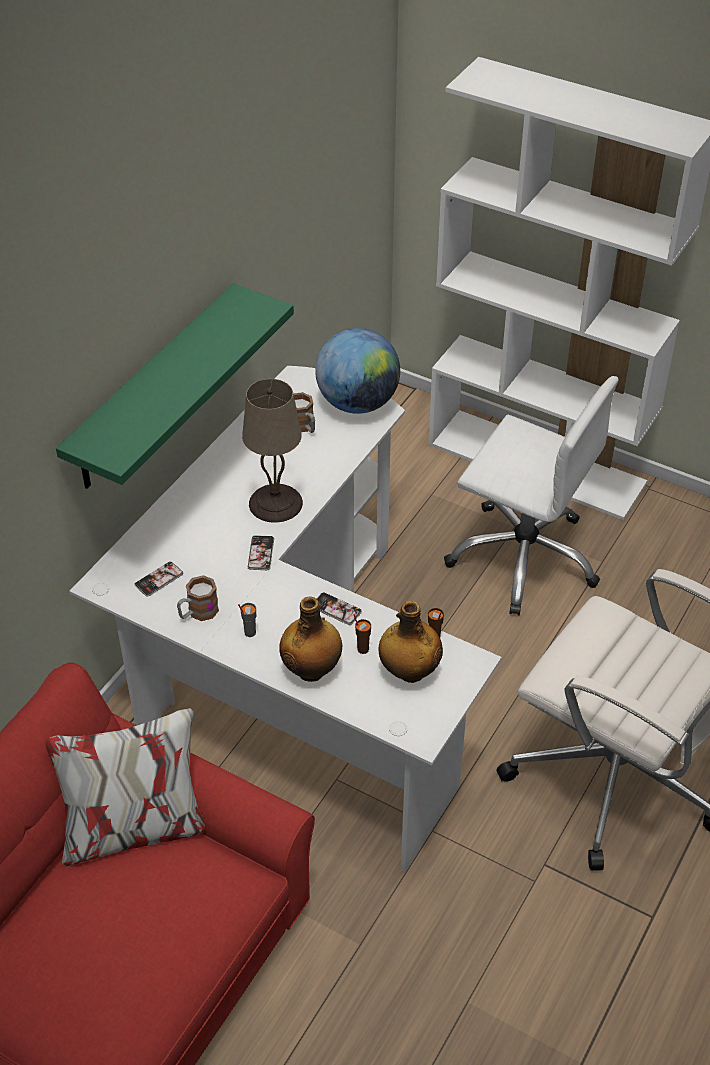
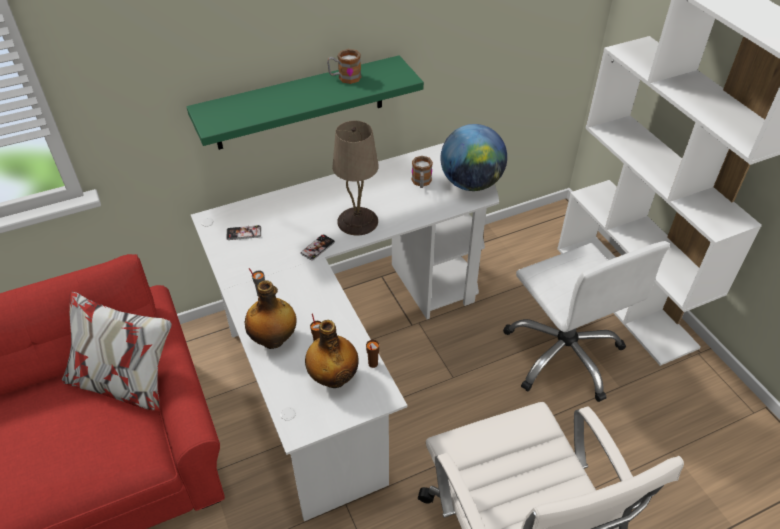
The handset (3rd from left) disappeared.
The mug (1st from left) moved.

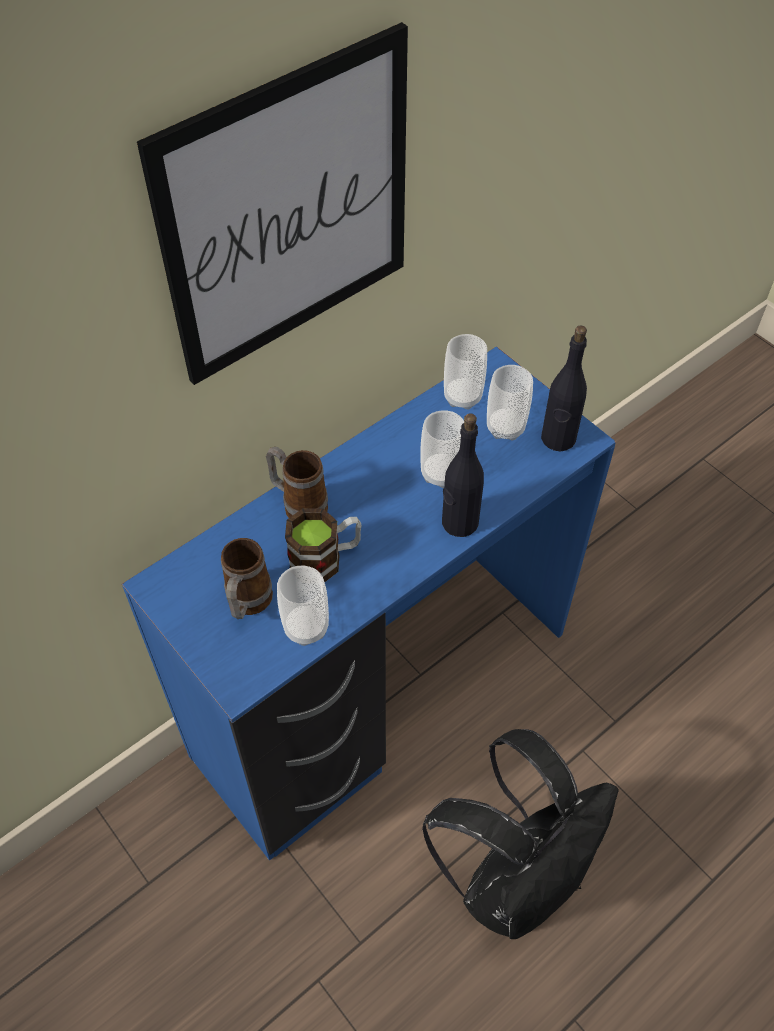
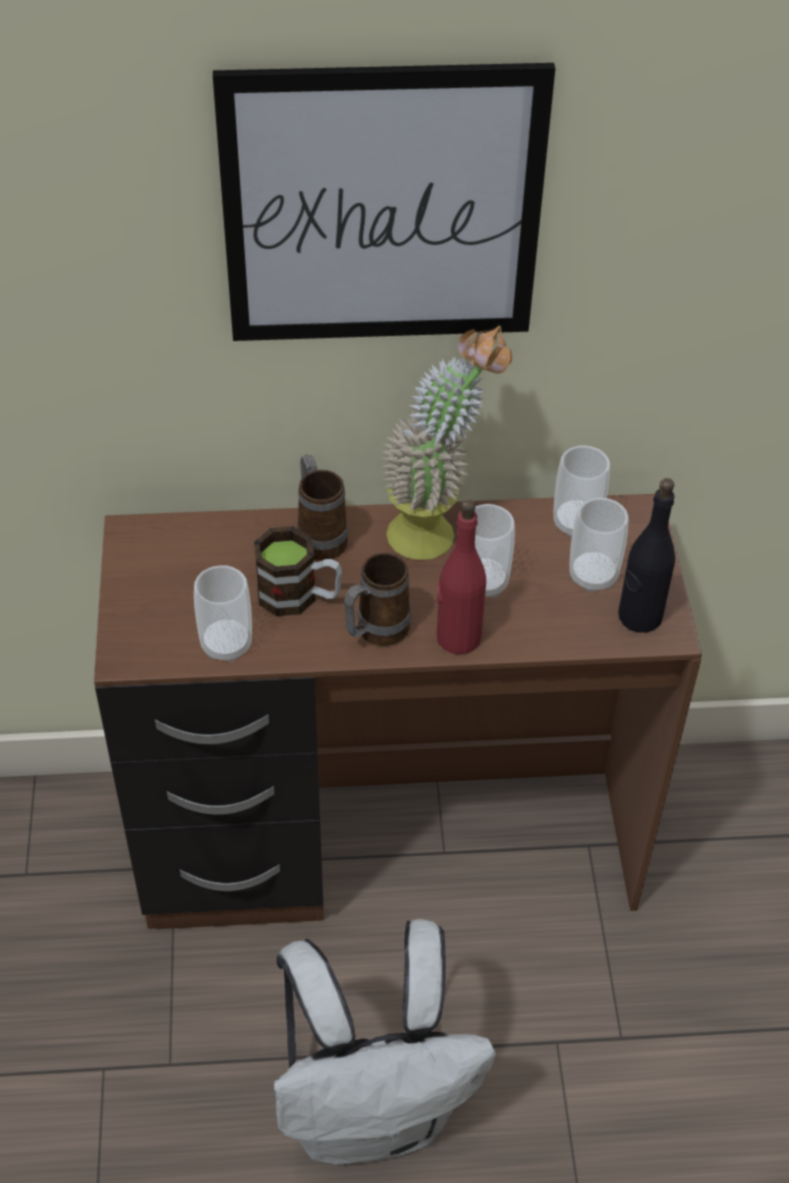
The potted plant appeared.
The mug (1st from left in the first image) moved.
The desk in blue-coloured became the desk in brownish.
The knapsack in black became the knapsack in whitish.
The bottle in black (1st from left) became the bottle in red.

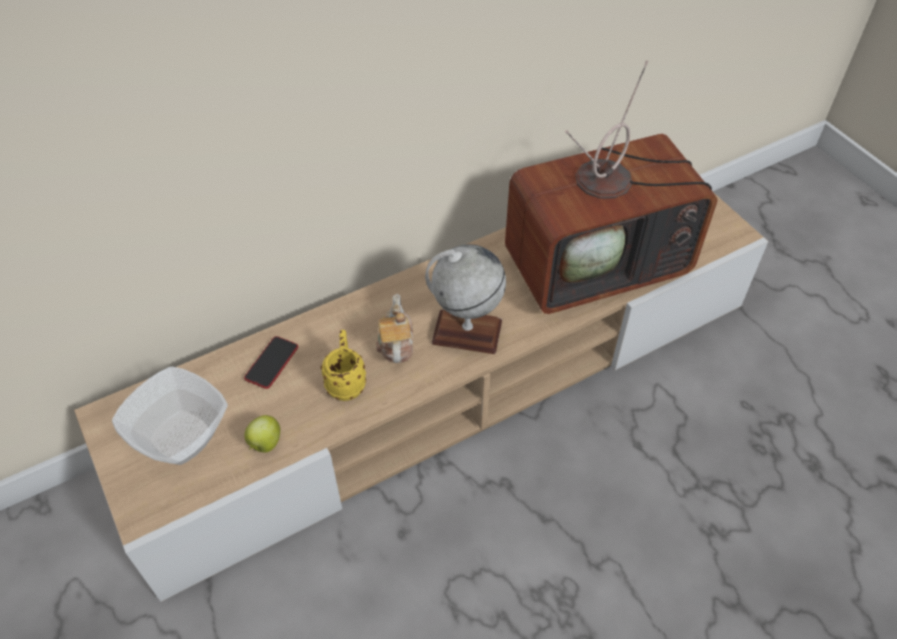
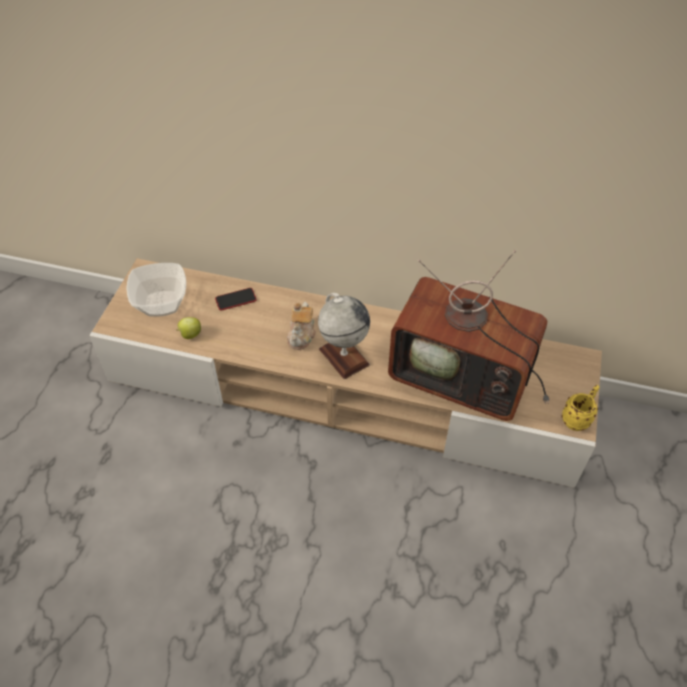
The mug in yellow-coloured moved.
The teapot turned 150 degrees clockwise.

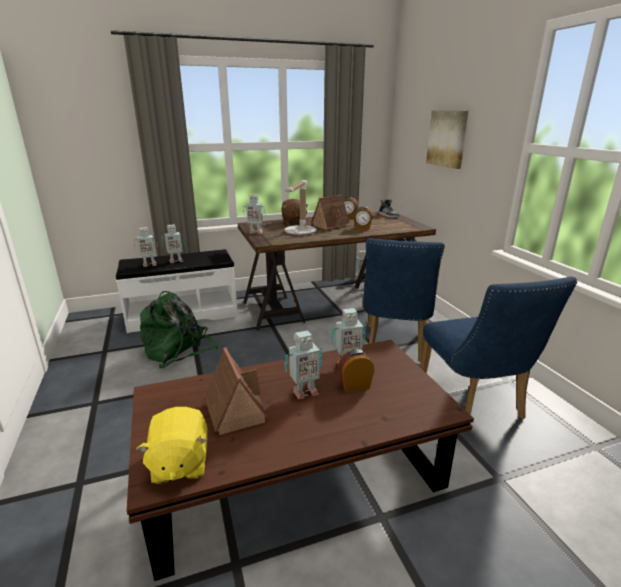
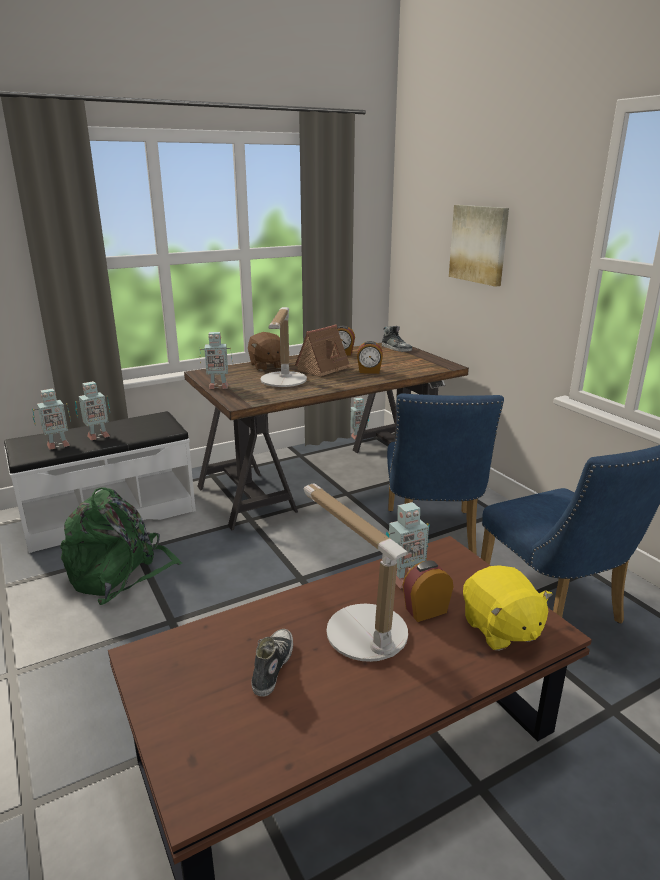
The soft toy in yellow-coloured moved.
The toy house (1st from left) was replaced by the item of footwear (1st from left).
The robot figure (4th from left) was replaced by the table lamp (2nd from left).

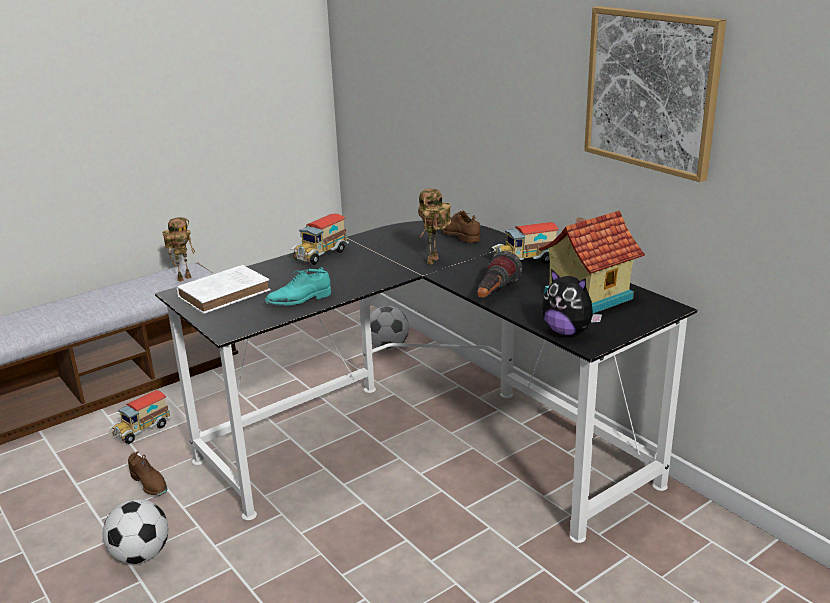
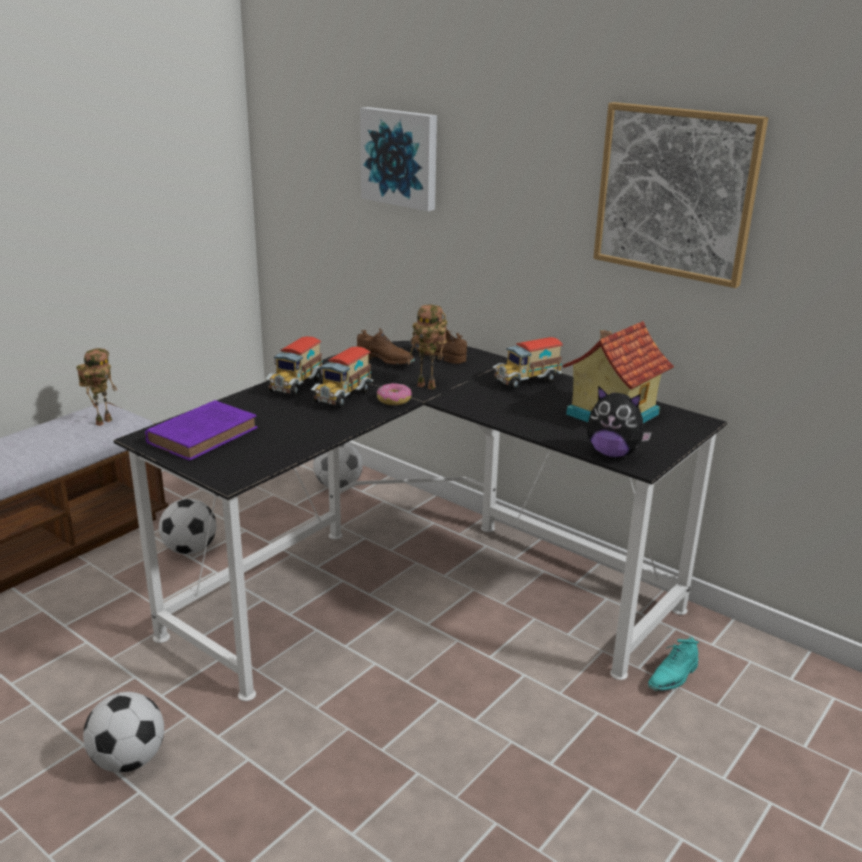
The flashlight disappeared.
The football ball (2nd from left) appeared.
The wall picture (1st from left) appeared.
The ring doughnut appeared.
The toy truck (1st from left in the first image) moved.
The item of footwear in brownish (1st from left) moved.
The item of footwear in turquoise moved.
The volume in whitish became the volume in purple-coloured.
The robot figure (2nd from left) turned 75 degrees counterclockwise.

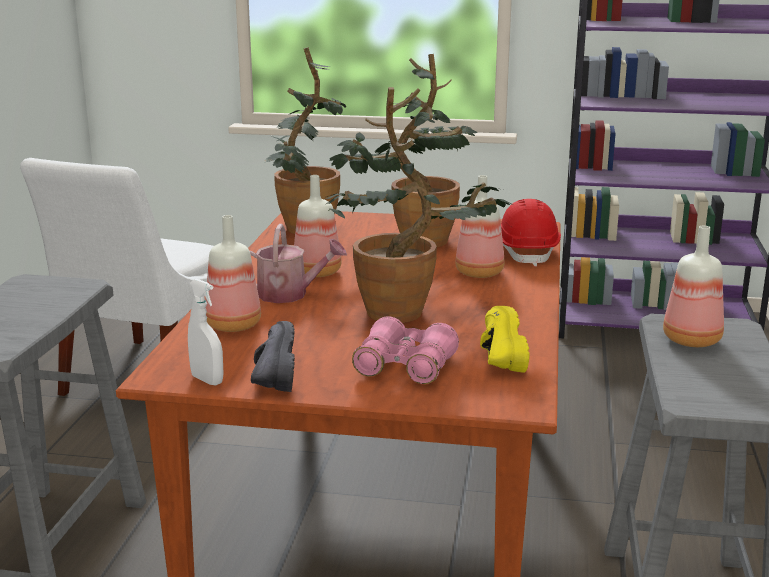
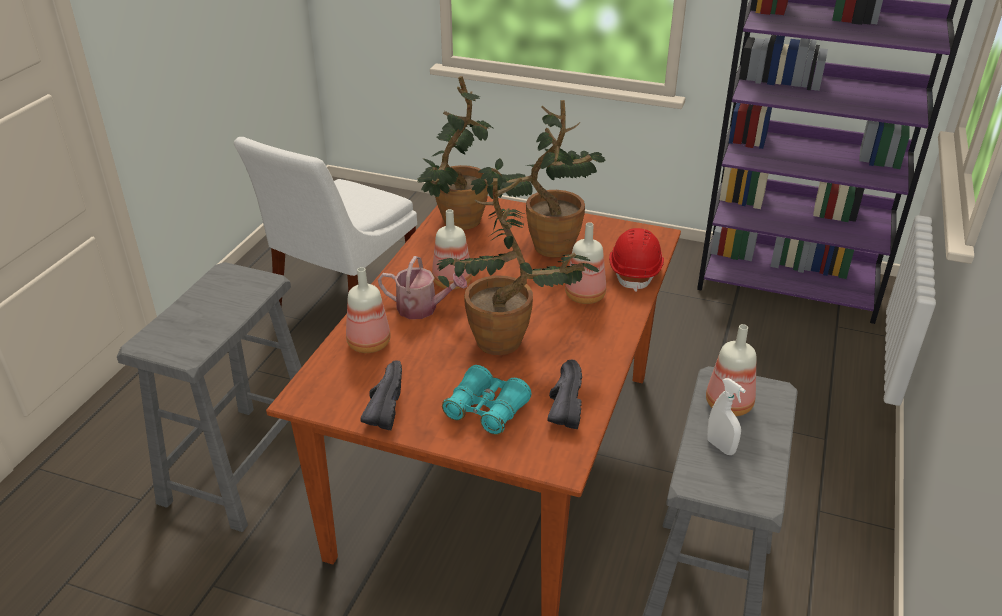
The sprayer in whitish moved.
The binoculars in pink-coloured became the binoculars in turquoise.
The item of footwear in yellow-coloured became the item of footwear in black (2nd from left).

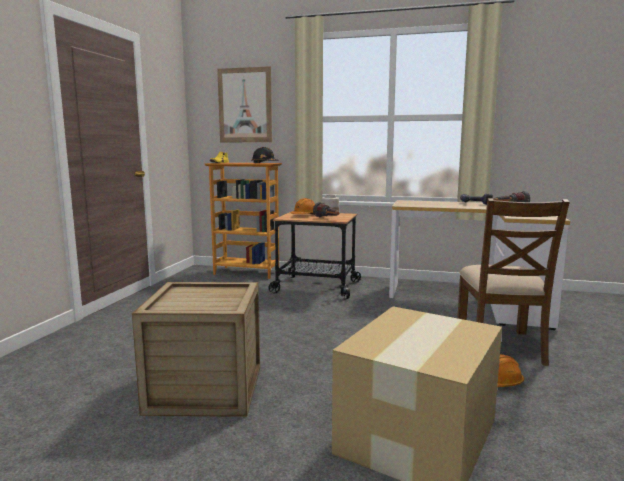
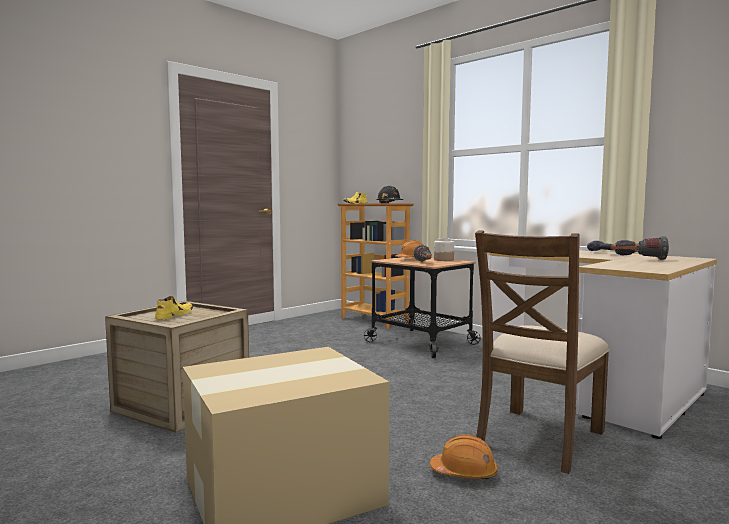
The wall picture disappeared.
The item of footwear in yellow-coloured (1st from left) appeared.

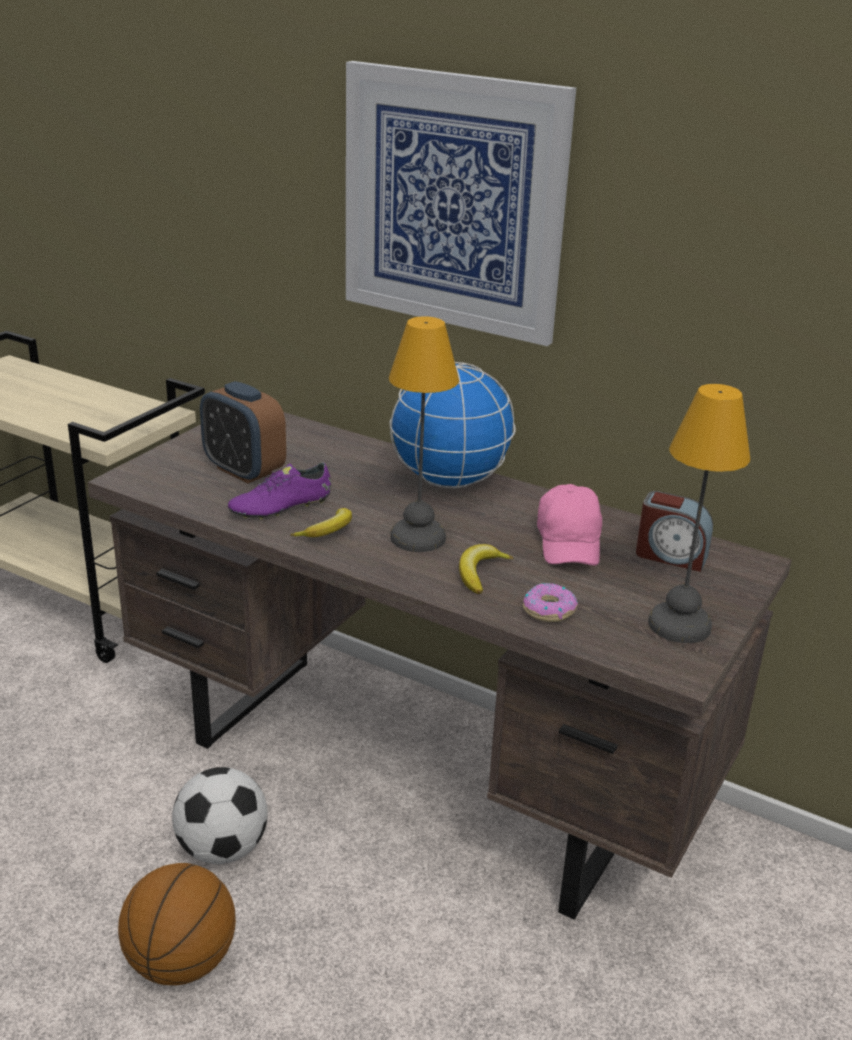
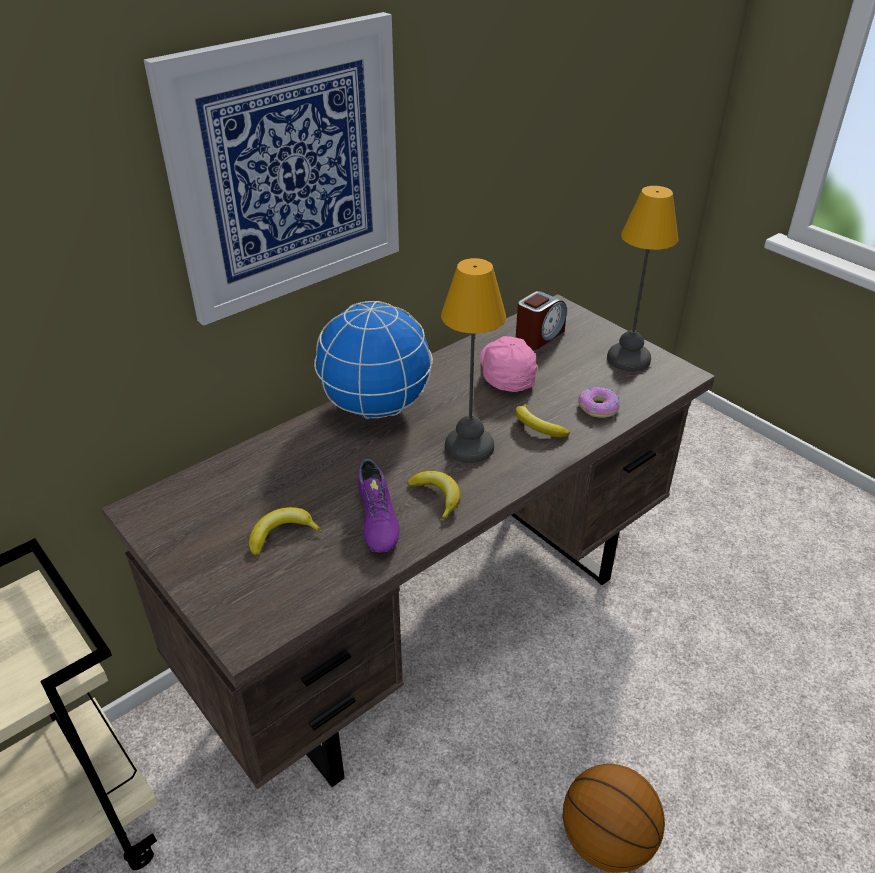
The football ball disappeared.
The bedside clock (1st from left) was replaced by the banana (1st from left).
The cap in pink-coloured turned 120 degrees counterclockwise.

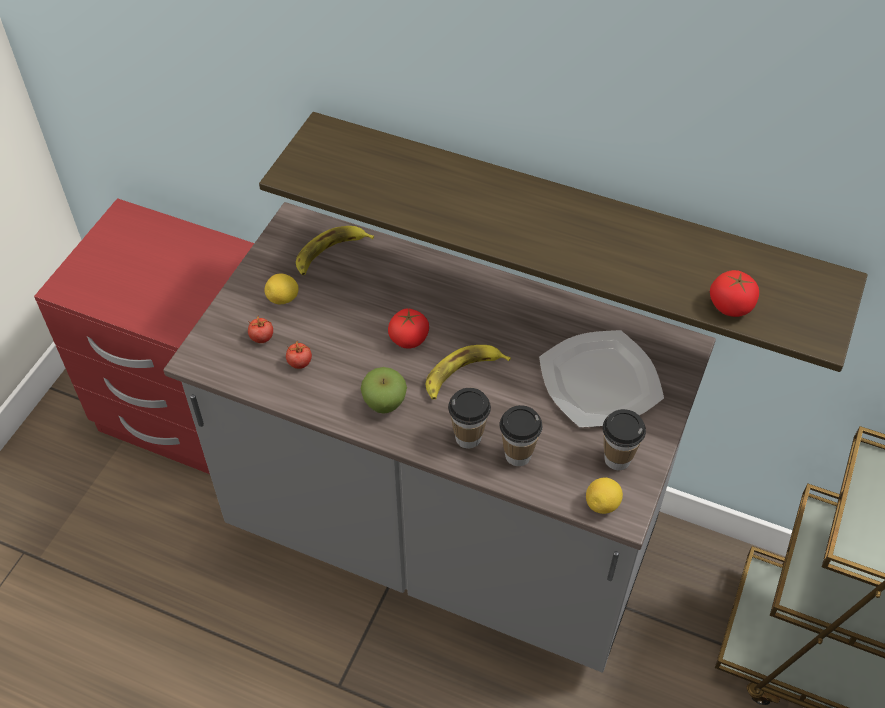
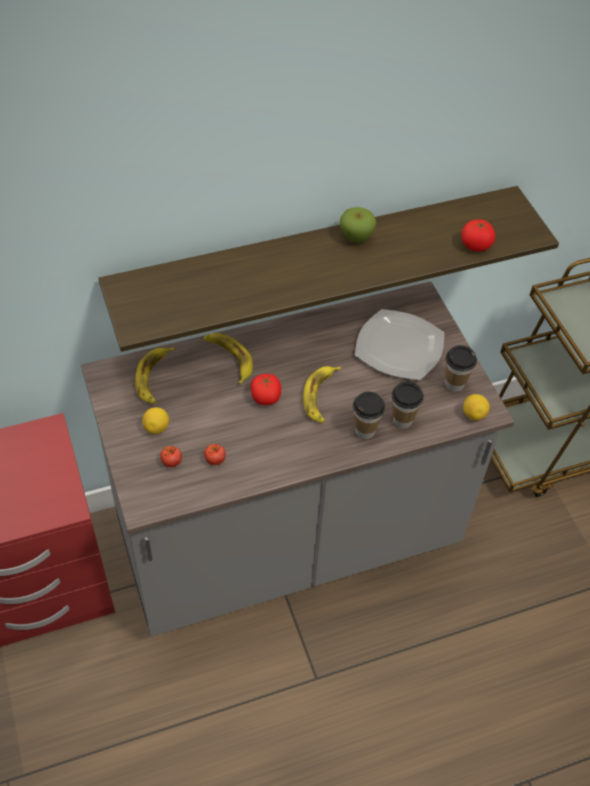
The banana (2nd from left) appeared.
The whole apple moved.

